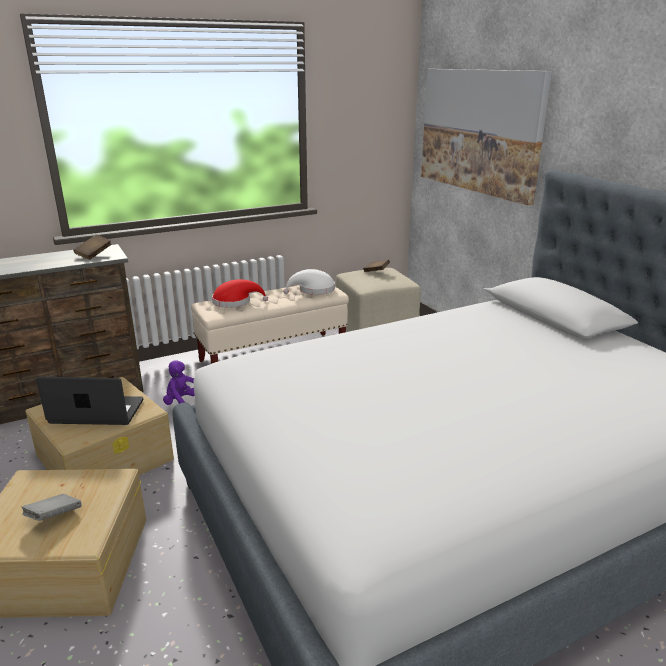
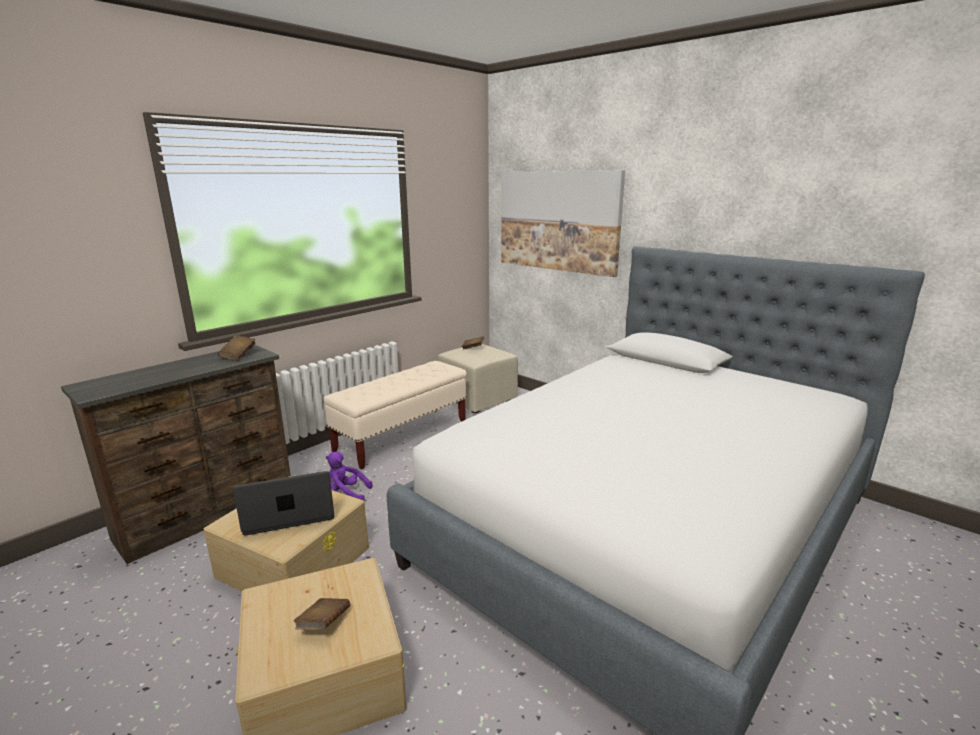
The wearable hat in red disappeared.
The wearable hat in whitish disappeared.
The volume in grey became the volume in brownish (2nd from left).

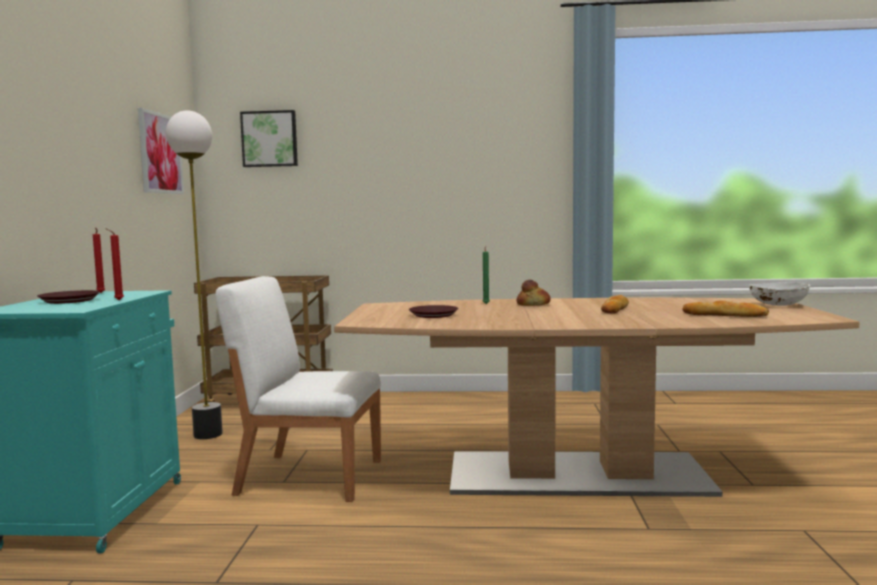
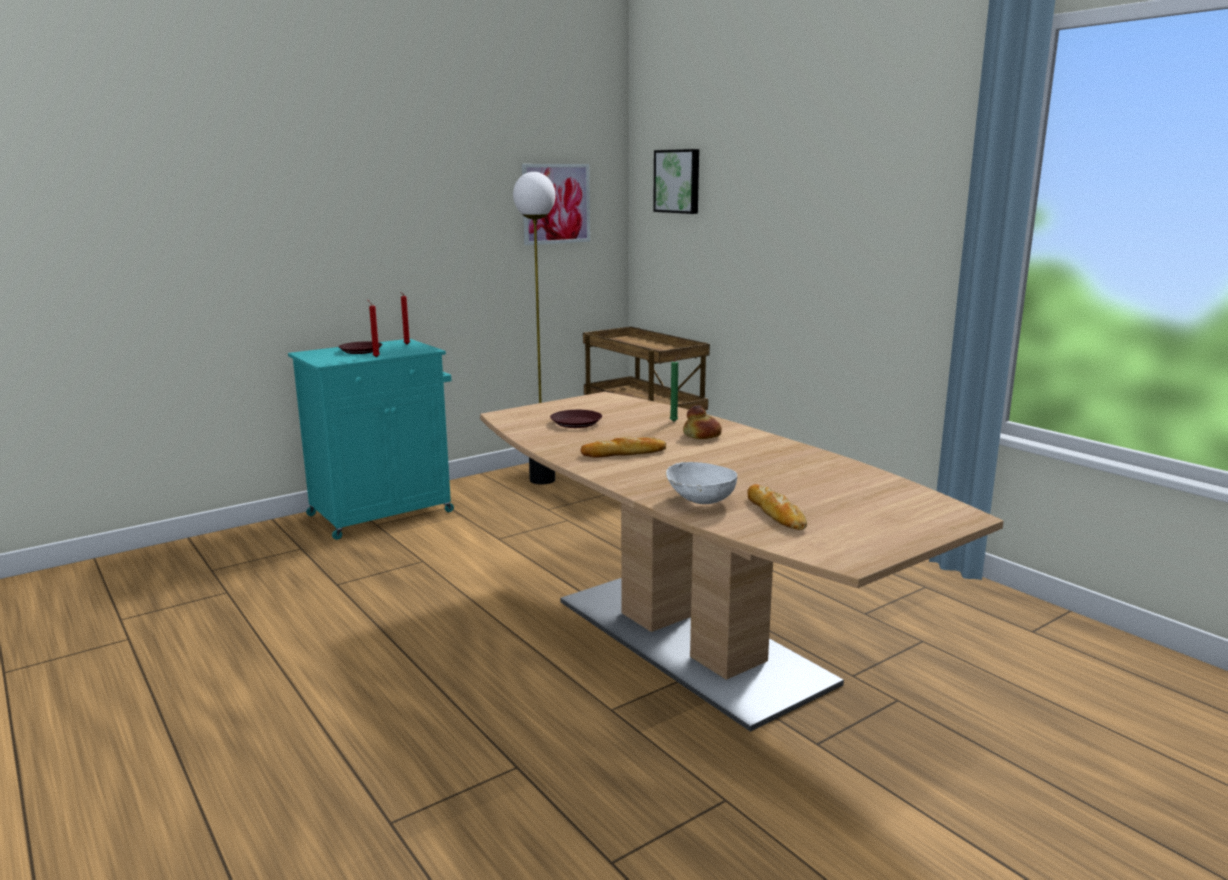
The chair in whitish disappeared.
The bread (2nd from left in the first image) moved.
The deep dish in whitish moved.

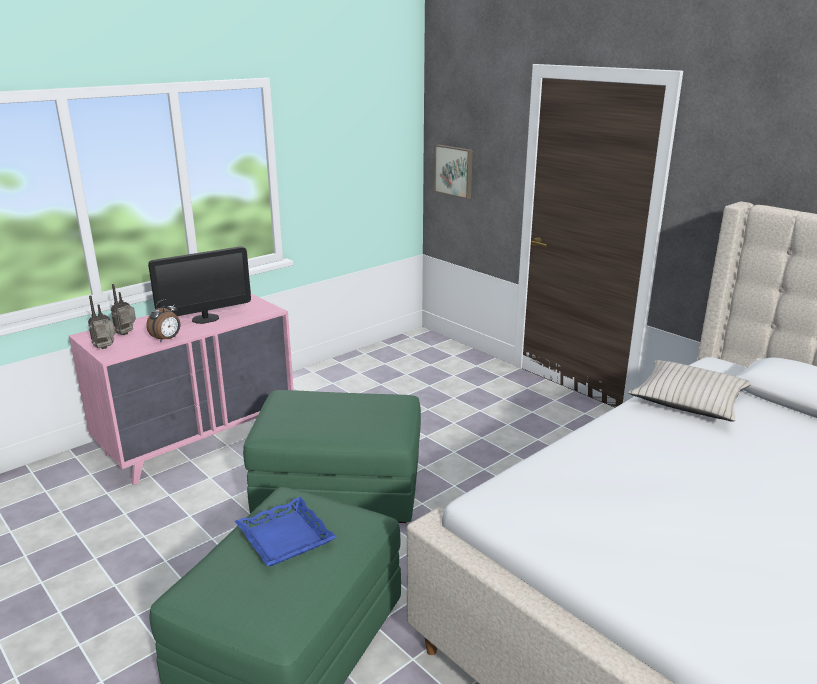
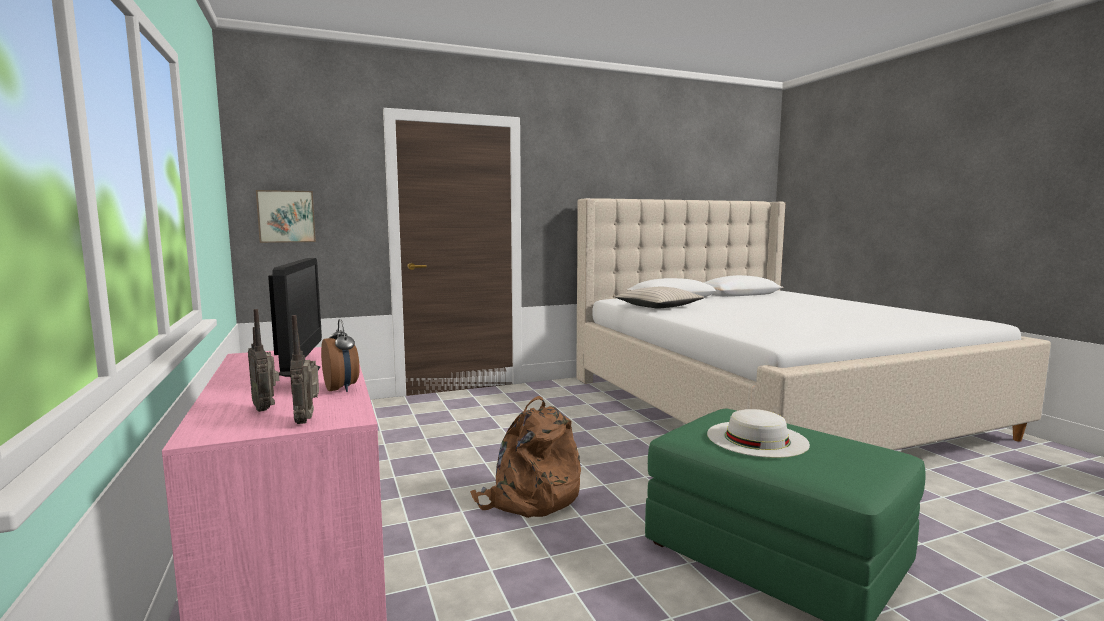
The serving tray in blue-coloured was replaced by the wearable hat in whitish.
The footrest in green-coloured (2nd from left) was replaced by the knapsack in brownish.

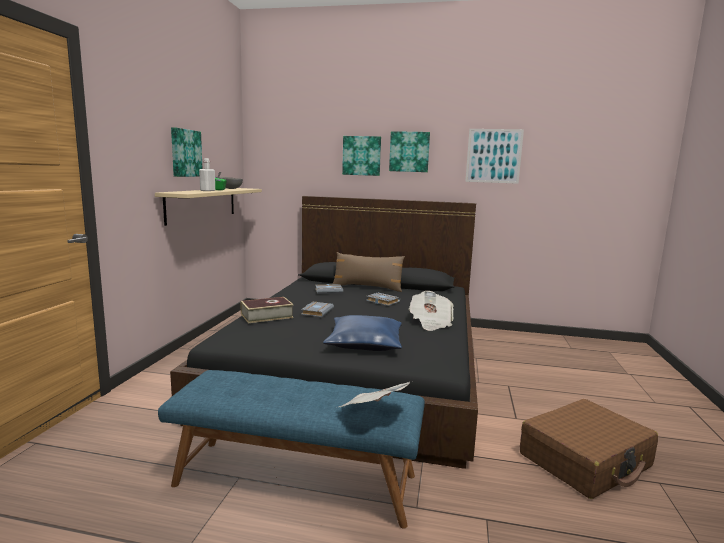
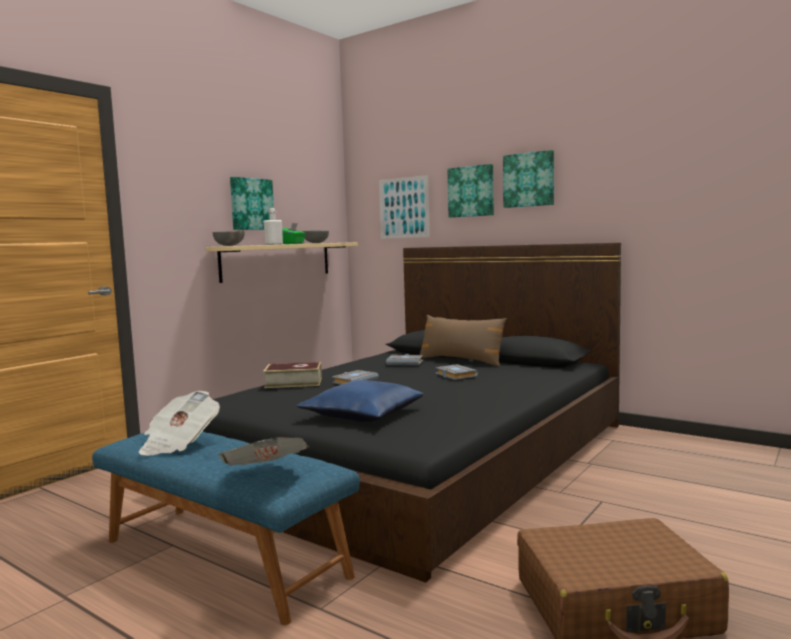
The deep dish in grey (1st from left) appeared.
The printed paper (2nd from left in the first image) moved.
The wall picture (4th from left in the first image) moved.

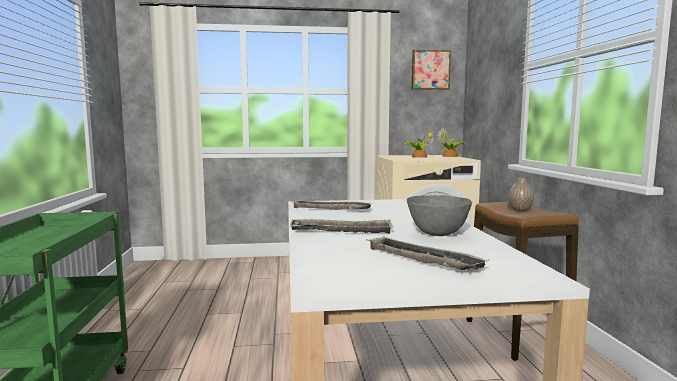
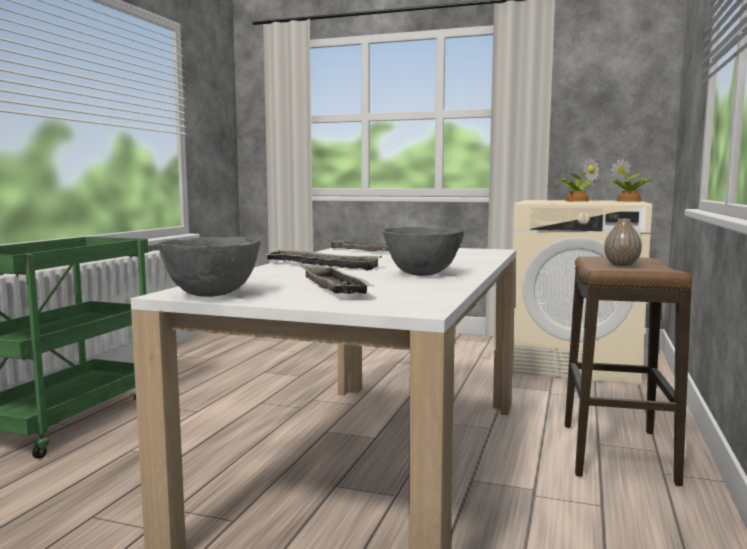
The wall picture disappeared.
The deep dish in grey (1st from left) appeared.

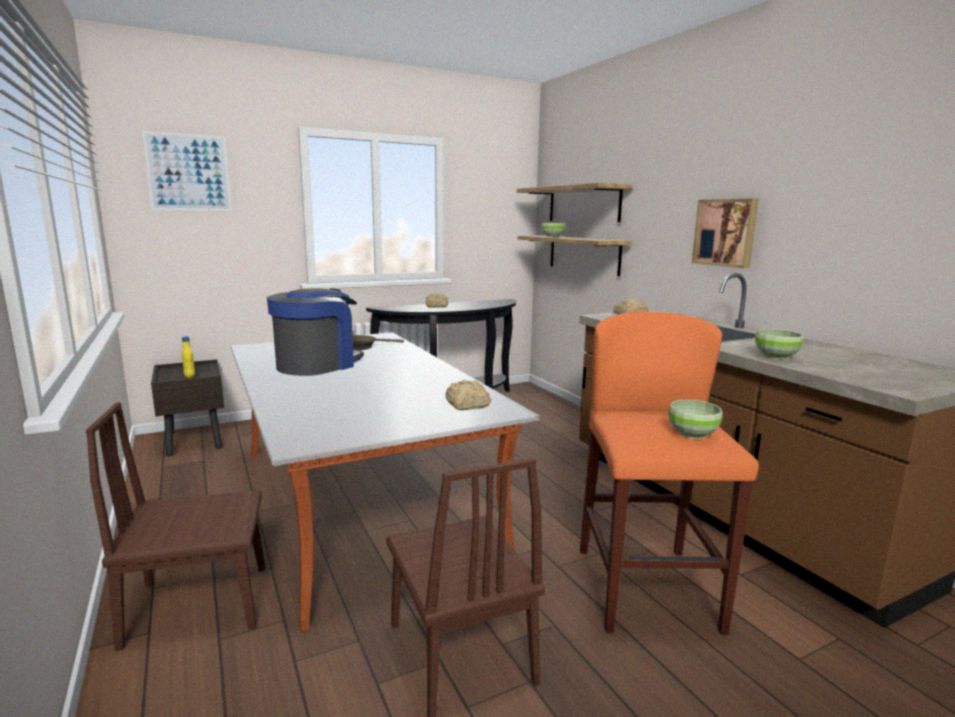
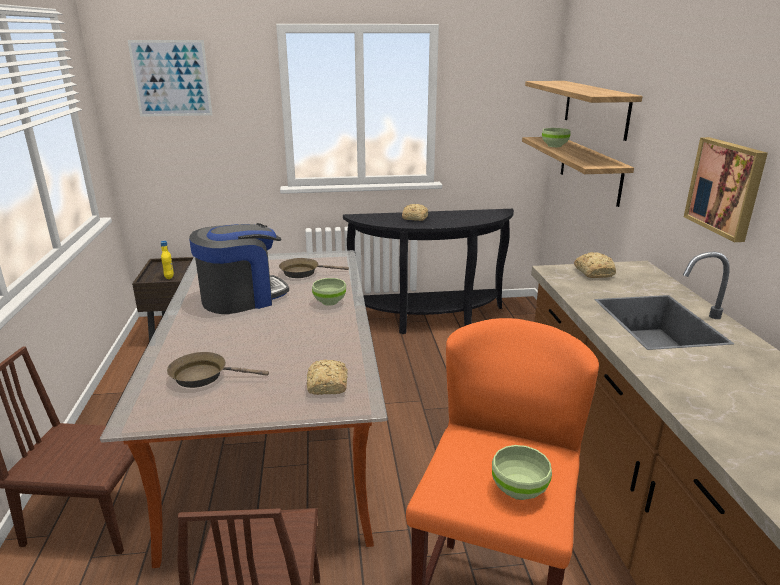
The frying pan in brownish (1st from left) appeared.
The deep dish in green-coloured (3rd from left in the first image) moved.

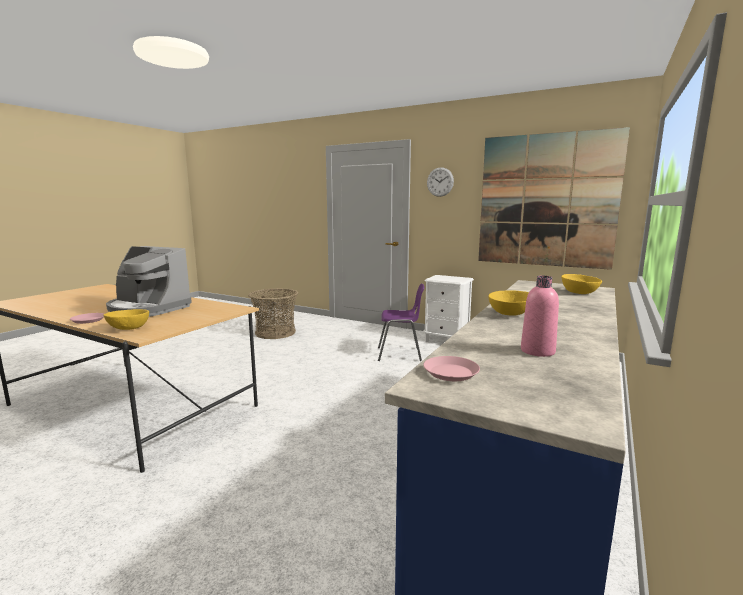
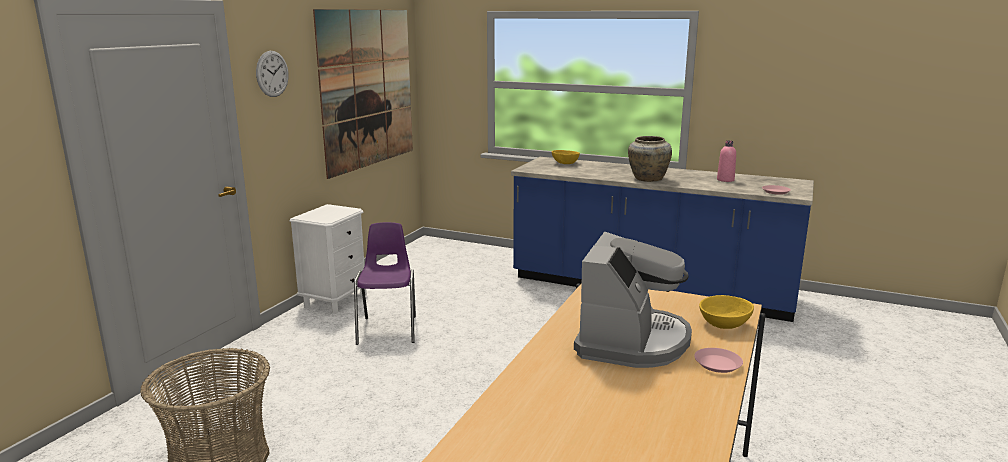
The deep dish in yellow-coloured (2nd from left) was replaced by the decorative vase in beige.

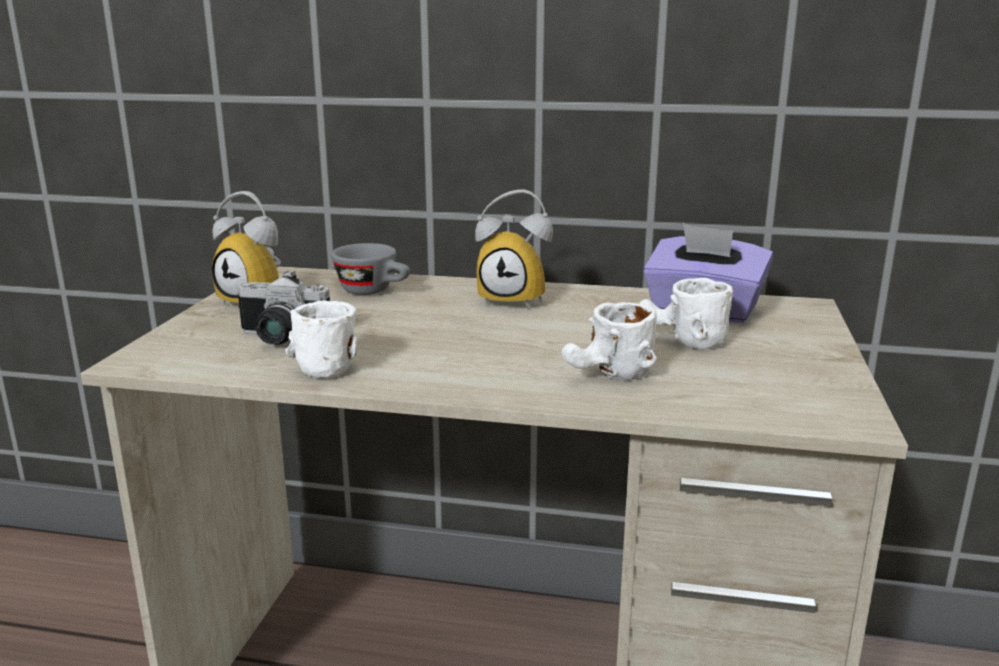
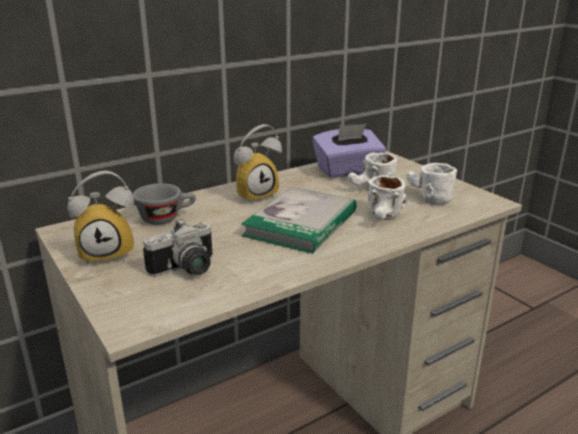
The volume appeared.
The mug in whitish (1st from left in the first image) moved.

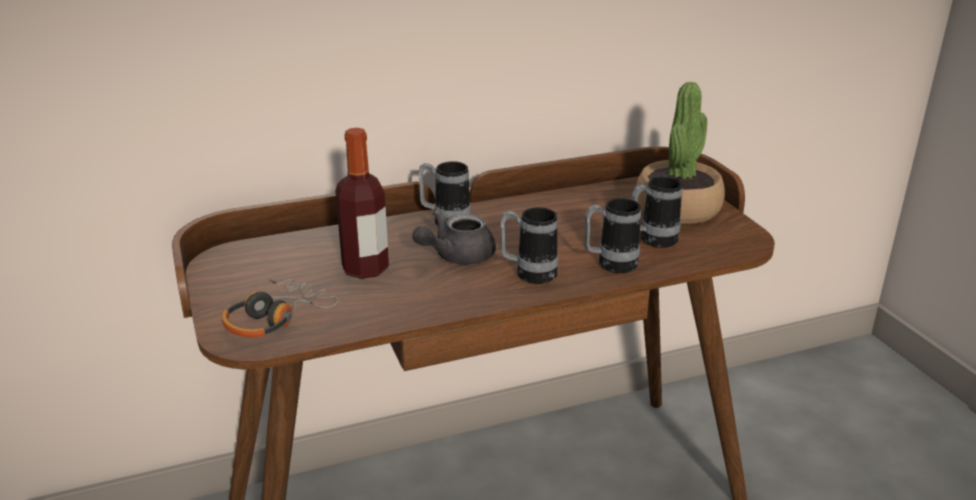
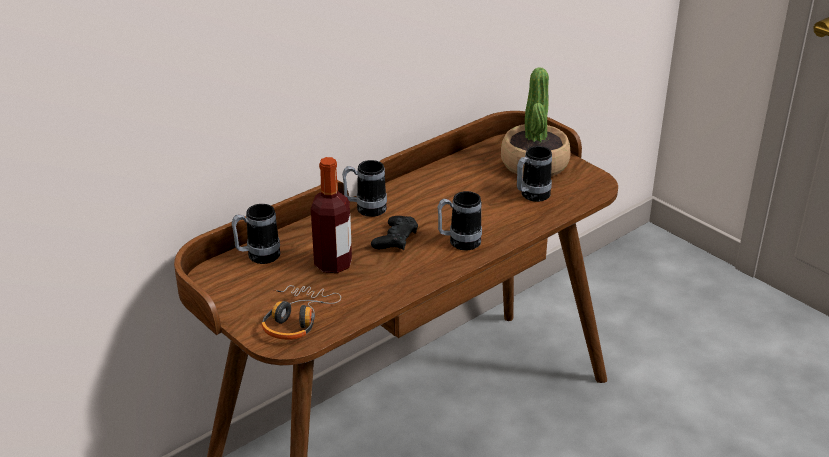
The mug (3rd from left in the first image) moved.
The teapot in grey was replaced by the game controller in black.

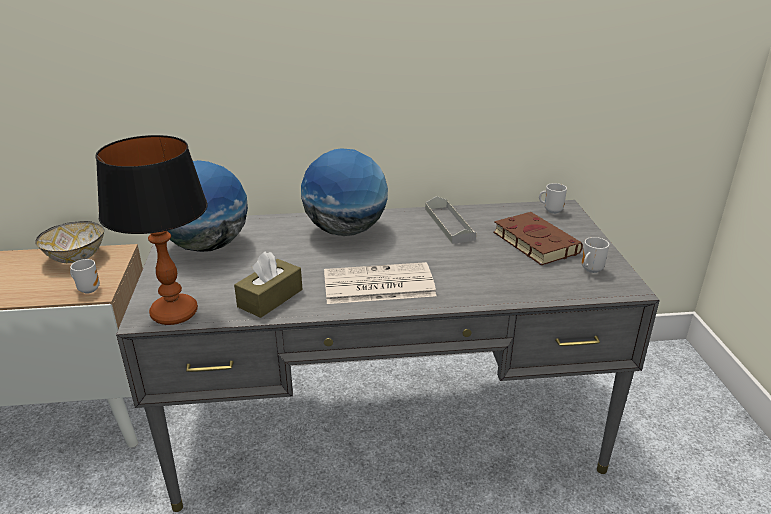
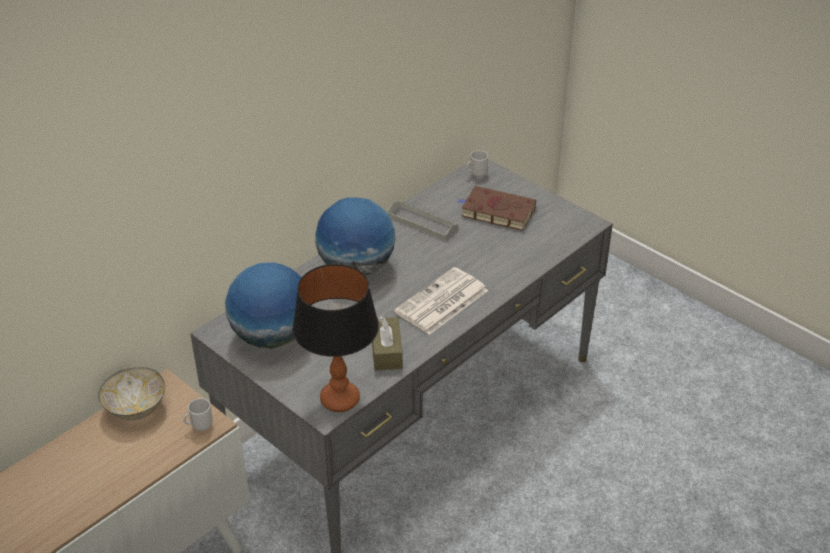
The mug (3rd from left) disappeared.

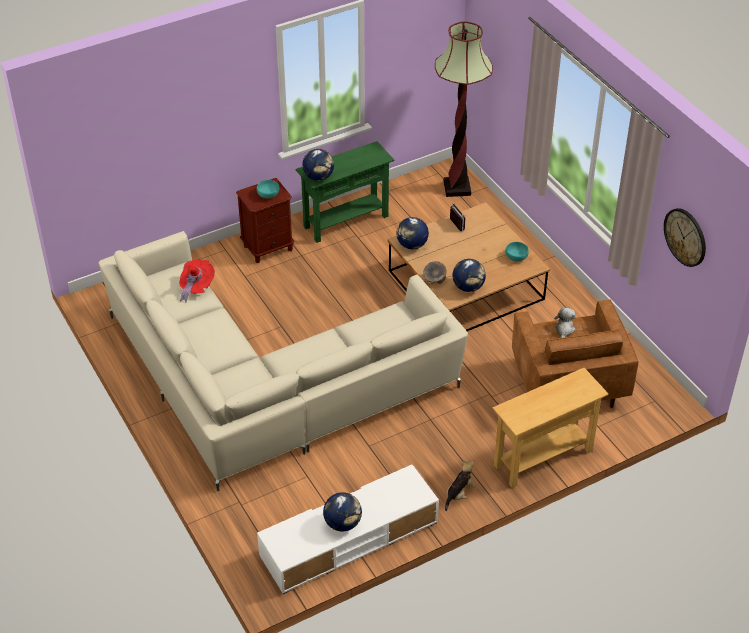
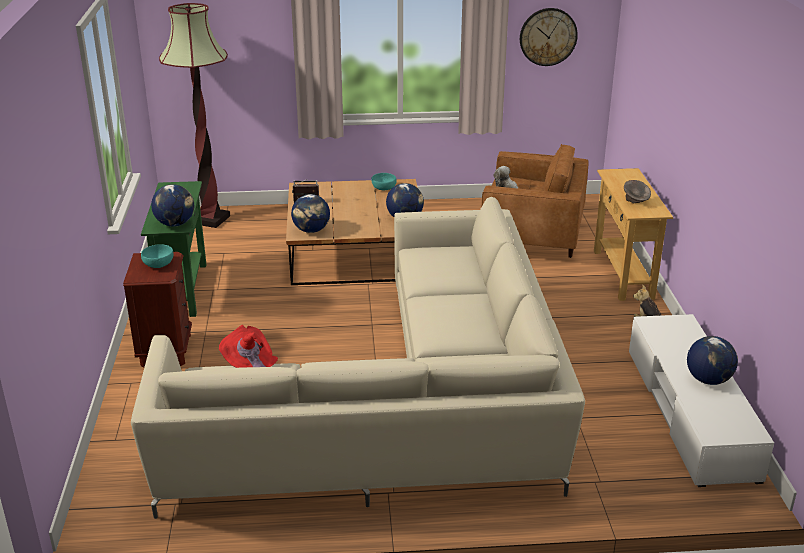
The deep dish in grey moved.

